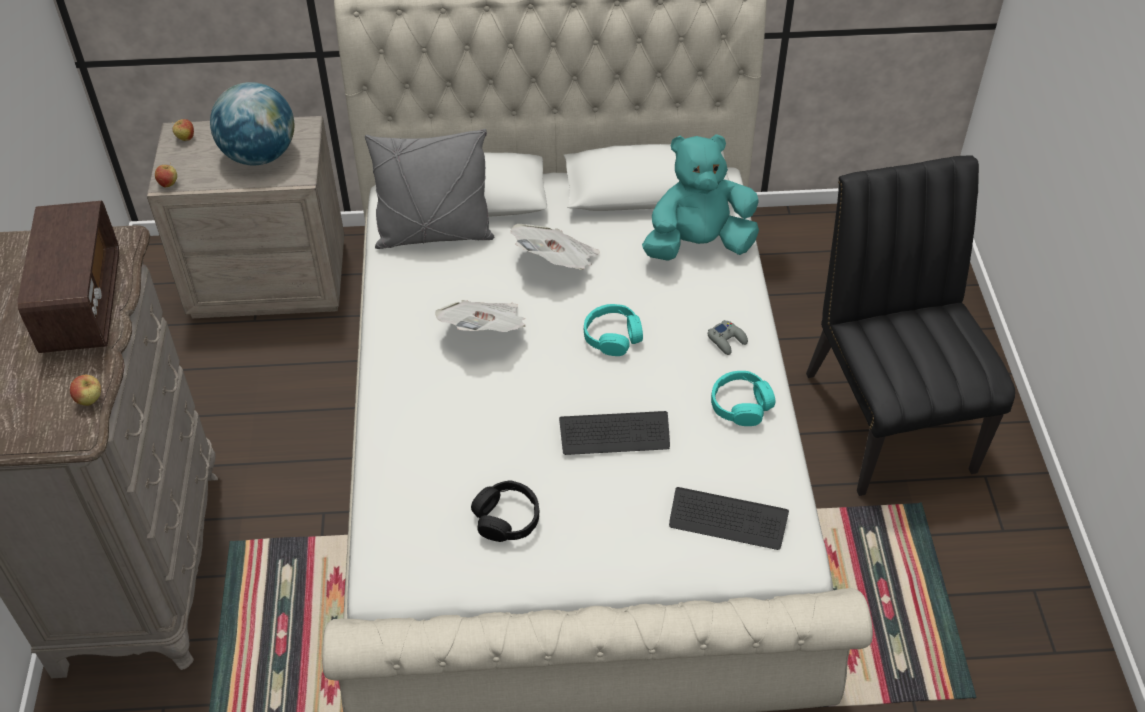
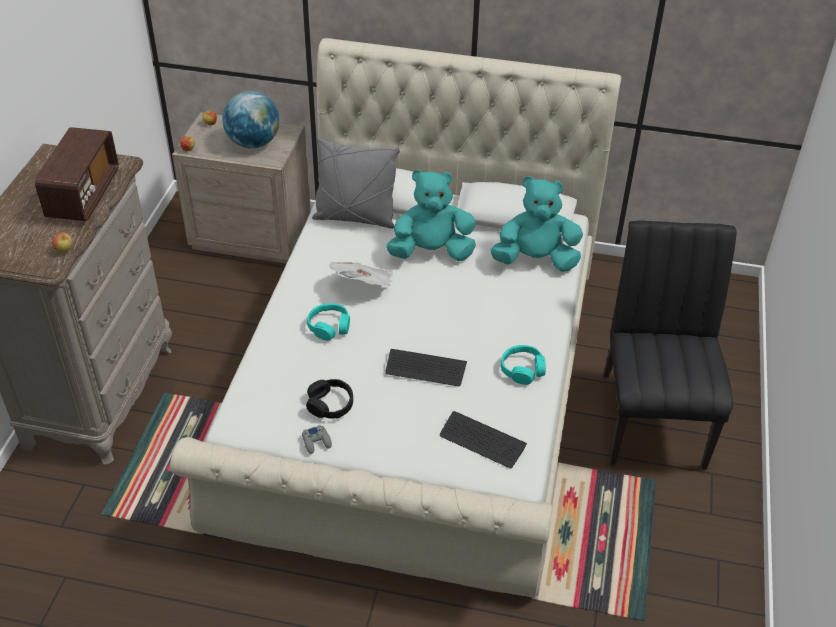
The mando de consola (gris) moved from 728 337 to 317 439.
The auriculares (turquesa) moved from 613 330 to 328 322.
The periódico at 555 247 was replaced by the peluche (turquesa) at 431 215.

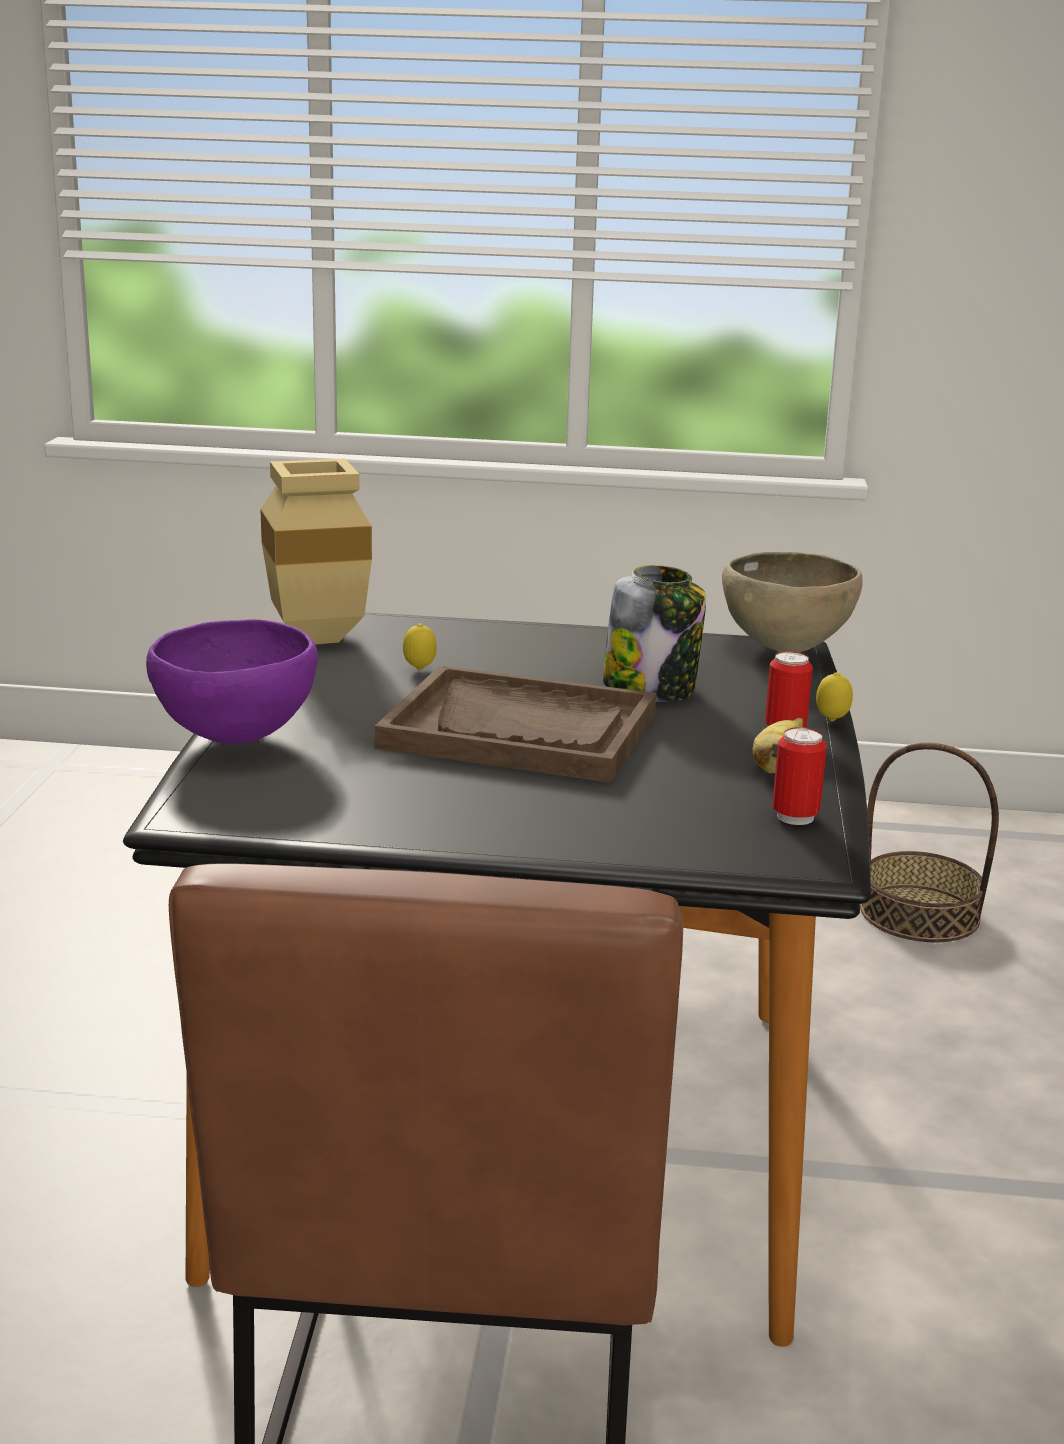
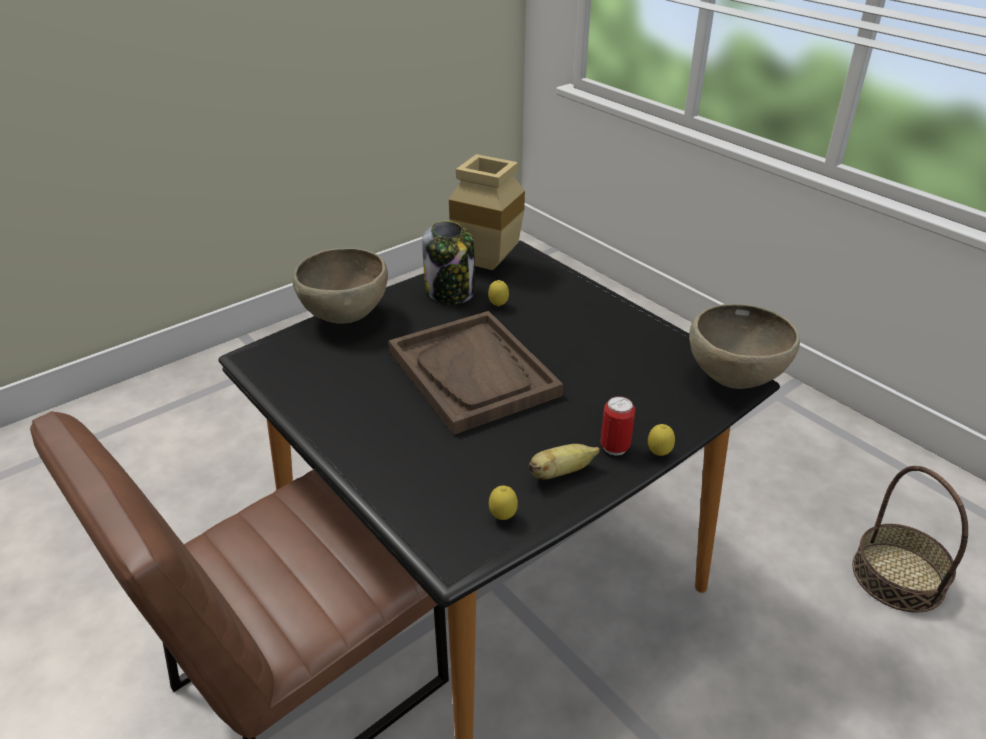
The cuenco (morado) at 232 681 became the cuenco (marrón) at 340 286.
The tarro moved from 654 633 to 448 262.
The lata at 799 776 was replaced by the limón at 503 503.

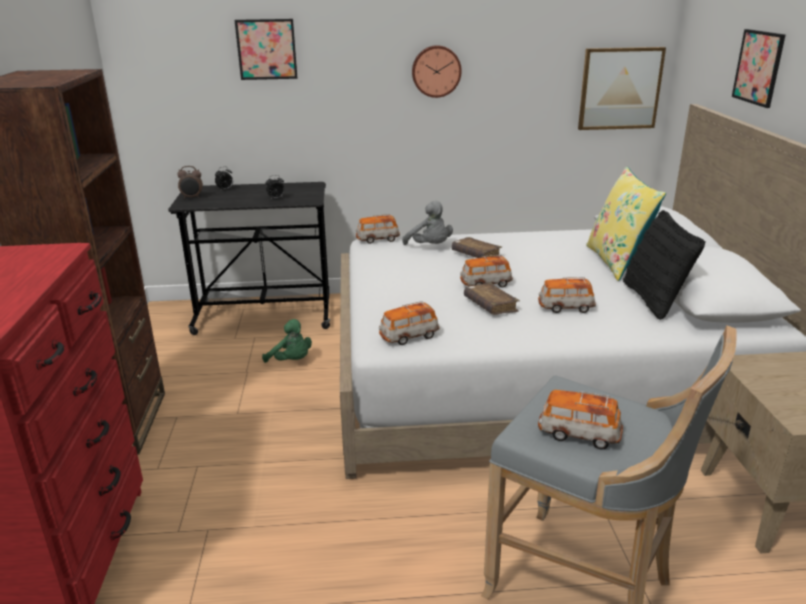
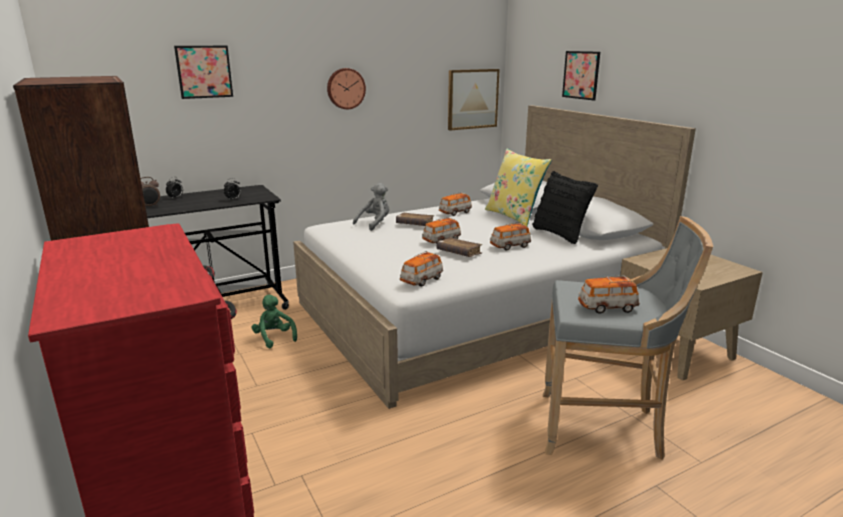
The peluche (verde) at 287 341 turned 135 degrees counterclockwise.
The peluche (gris) at 427 223 turned 75 degrees counterclockwise.
The coche de juguete moved from 378 229 to 455 204.

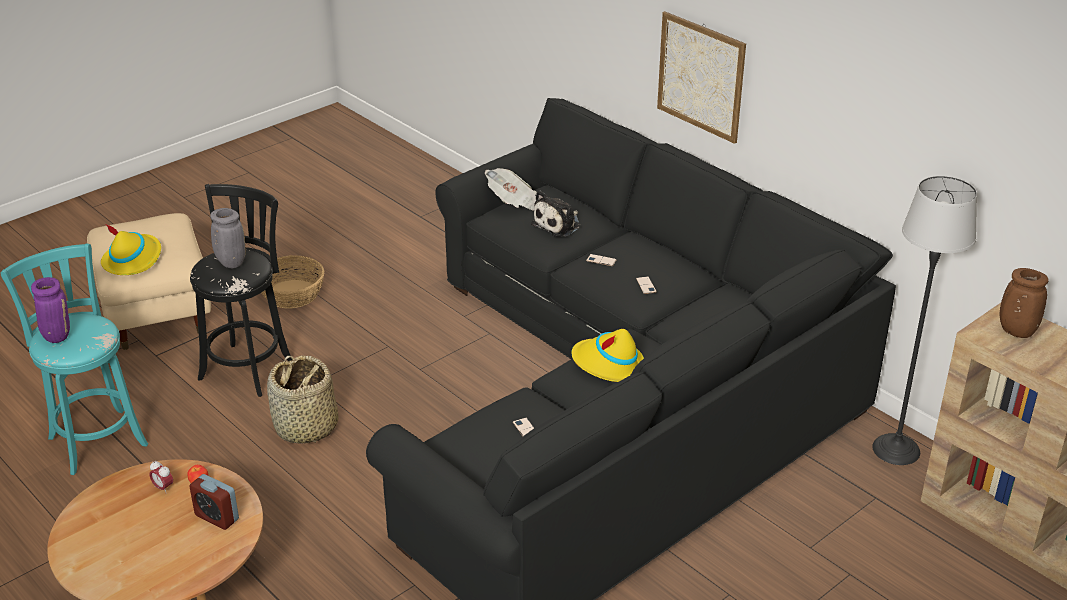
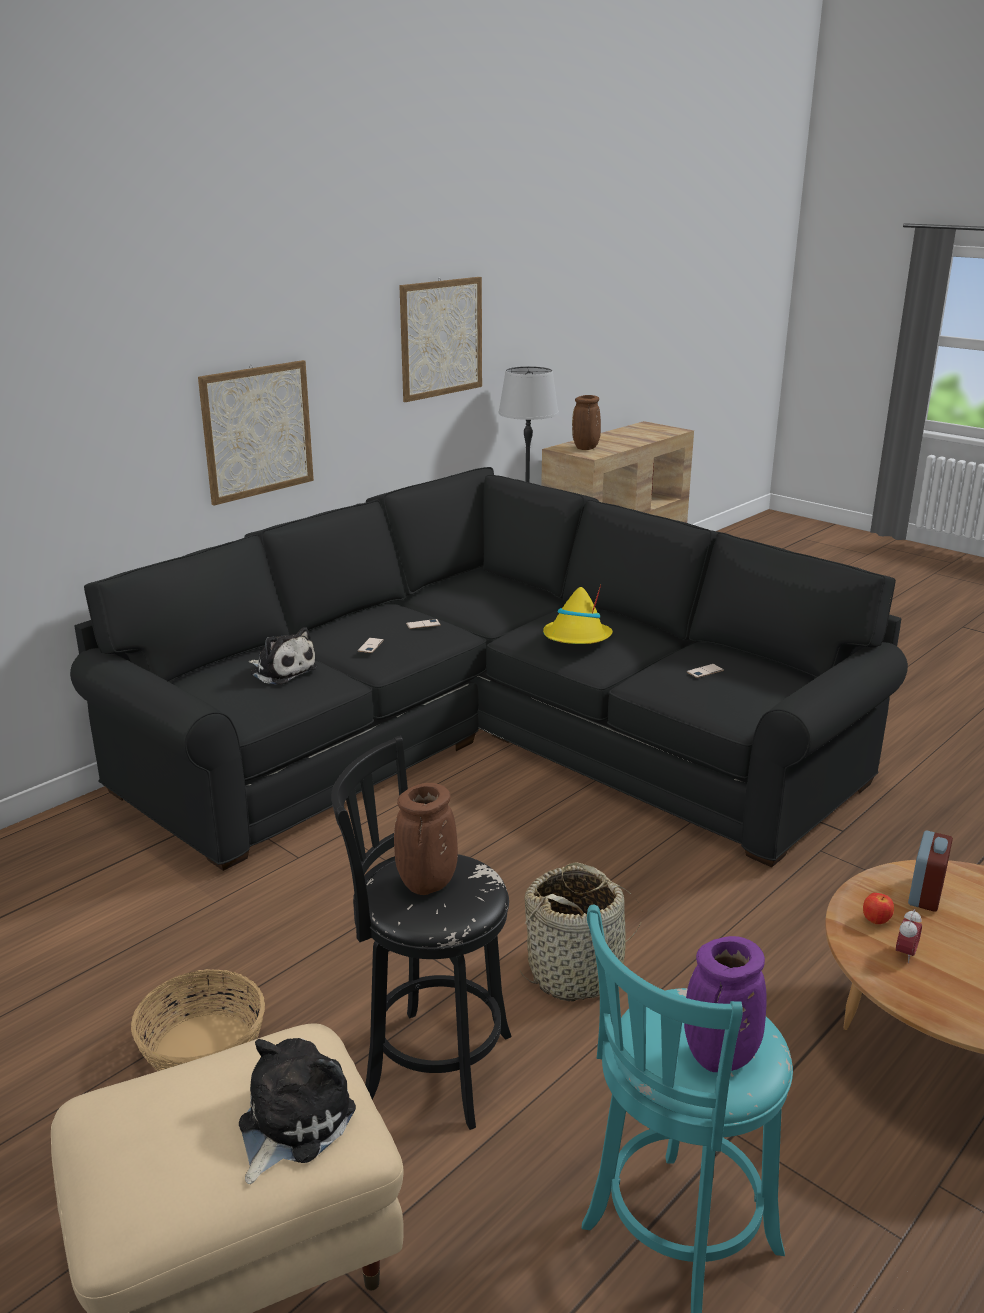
The sombrero (amarillo) at 131 249 was replaced by the peluche at 297 1111.
The florero (gris) at 228 238 became the florero (marrón) at 426 839.
The cuadro at 440 339 appeared.
The periódico at 511 189 disappeared.

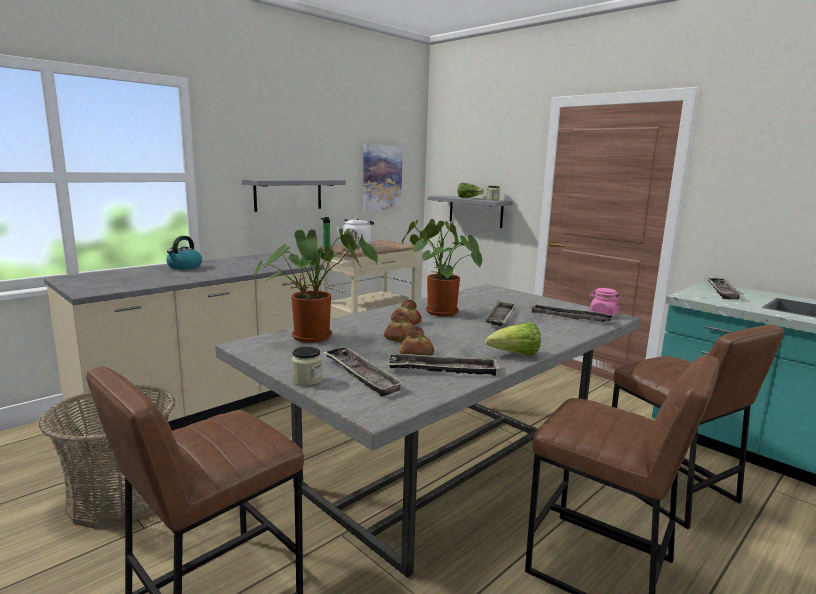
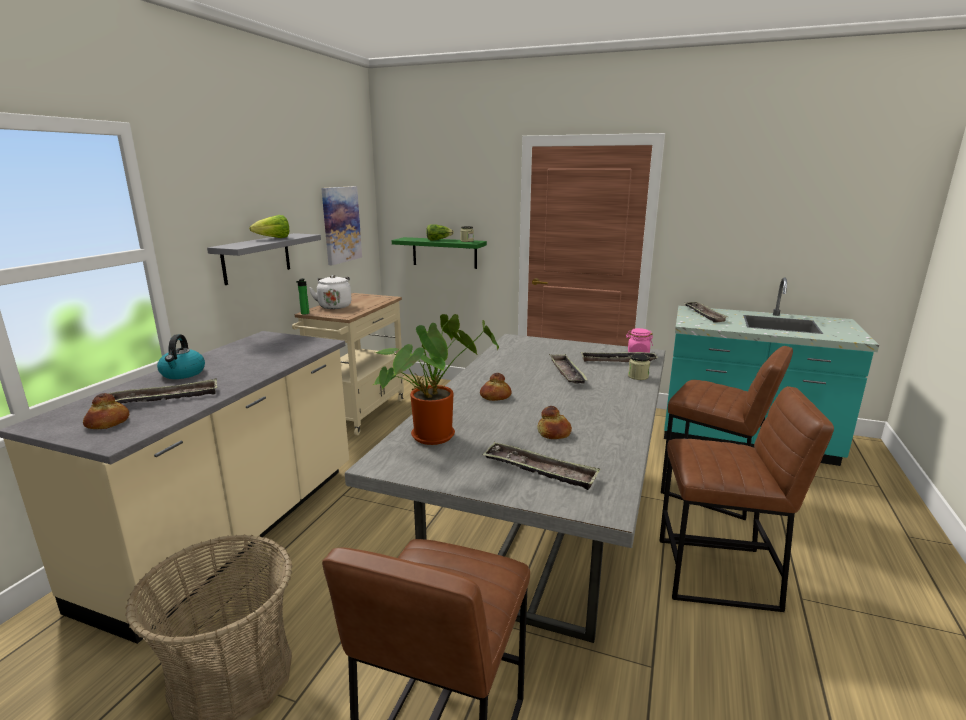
The pan moved from 399 327 to 106 411.
The bandeja moved from 444 365 to 162 391.
The lechuga moved from 513 339 to 269 226.
The estante (gris) at 470 211 became the estante (verde) at 439 253.
The tarro moved from 306 366 to 639 367.
The planta en maceta at 442 267 disappeared.

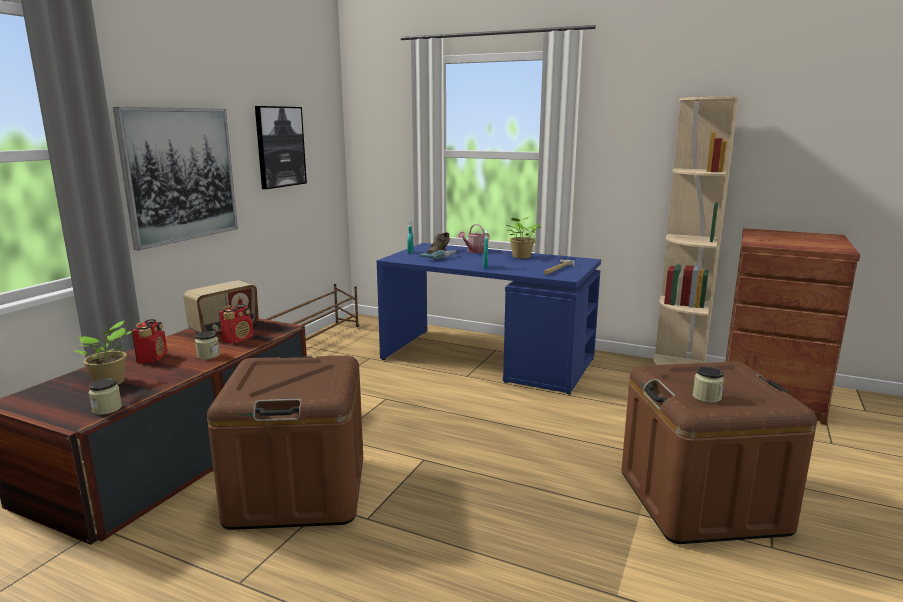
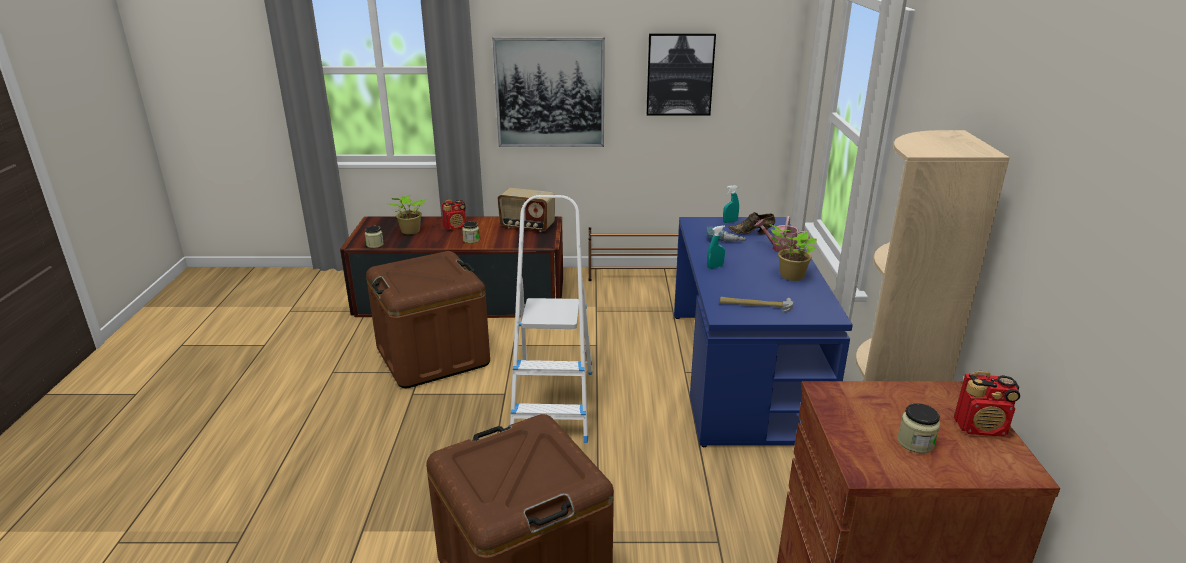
The escalera de tijera (blanco) at 551 319 appeared.
The tarro moved from 708 385 to 918 428.
The radio moved from 236 324 to 987 404.

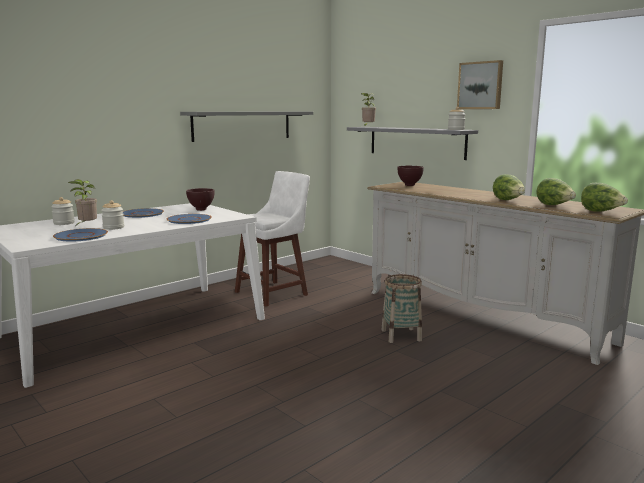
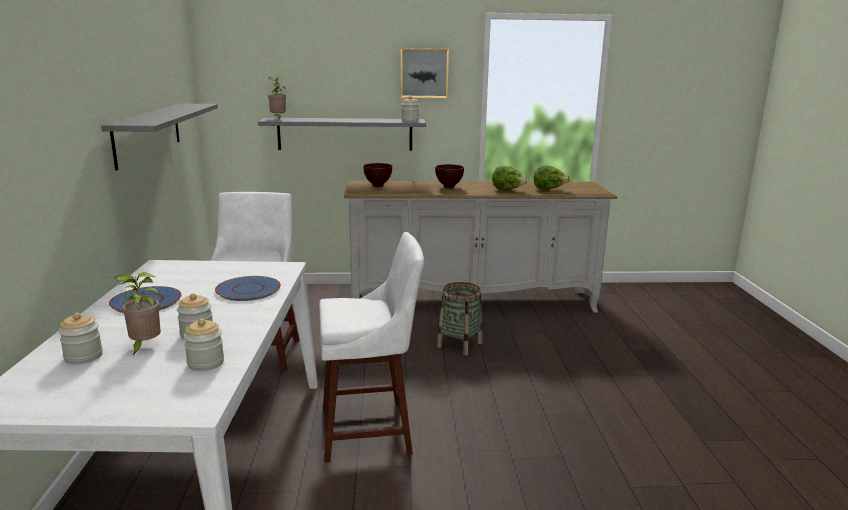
The plato (azul) at 80 235 was replaced by the tarro at 204 345.
The silla (blanco) at 371 347 appeared.
The cuenco (marrón) moved from 200 199 to 449 176.
The lechuga at 604 197 disappeared.

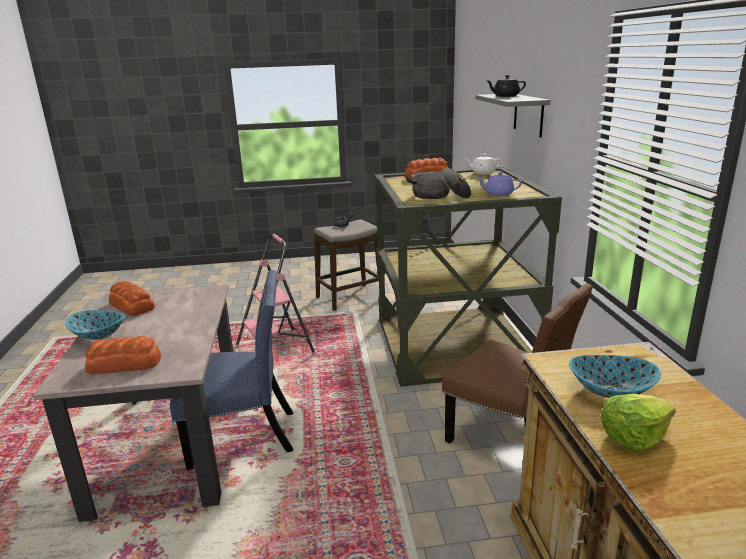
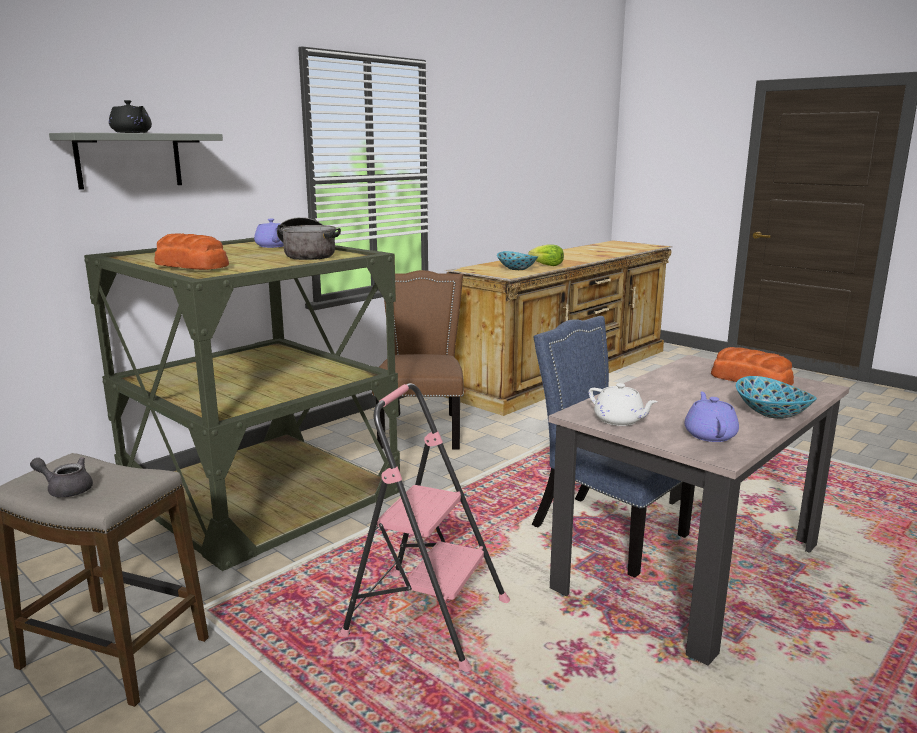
The tetera (blanco) moved from 483 164 to 623 404.
The pan at 132 298 was replaced by the tetera (morado) at 712 416.

